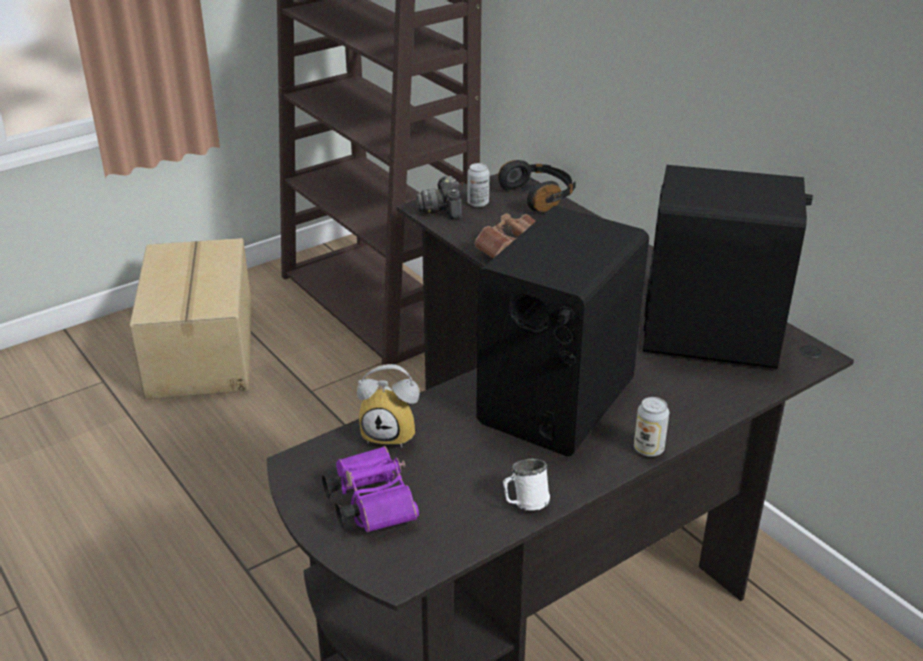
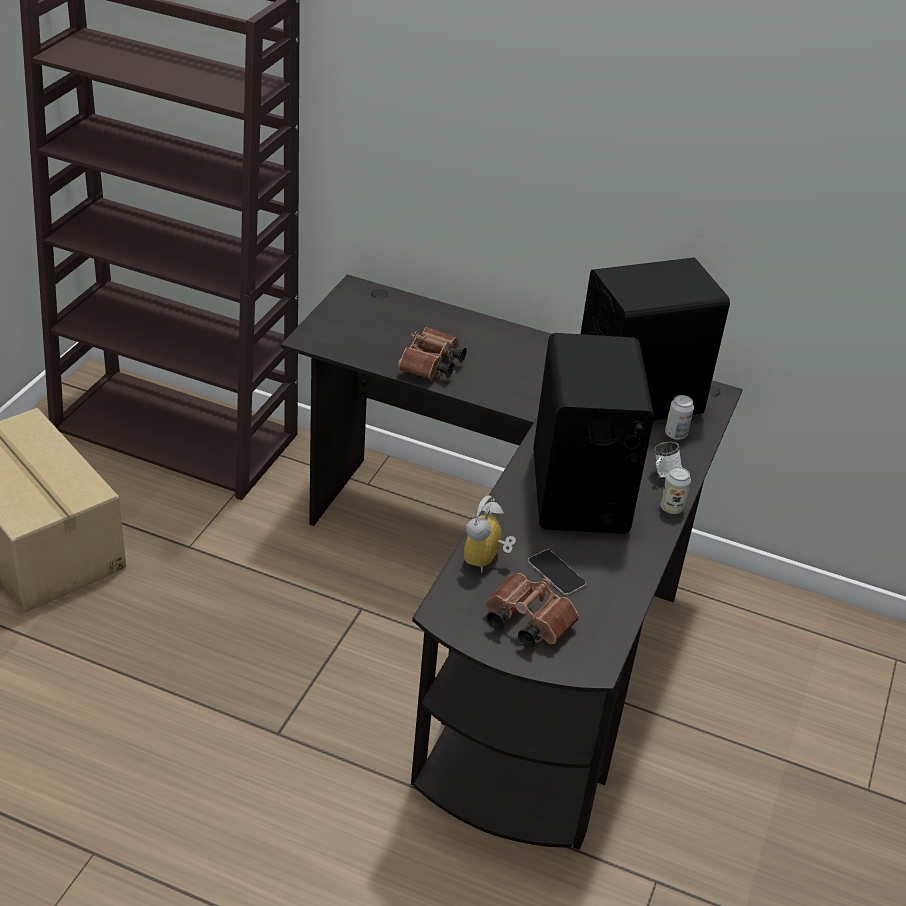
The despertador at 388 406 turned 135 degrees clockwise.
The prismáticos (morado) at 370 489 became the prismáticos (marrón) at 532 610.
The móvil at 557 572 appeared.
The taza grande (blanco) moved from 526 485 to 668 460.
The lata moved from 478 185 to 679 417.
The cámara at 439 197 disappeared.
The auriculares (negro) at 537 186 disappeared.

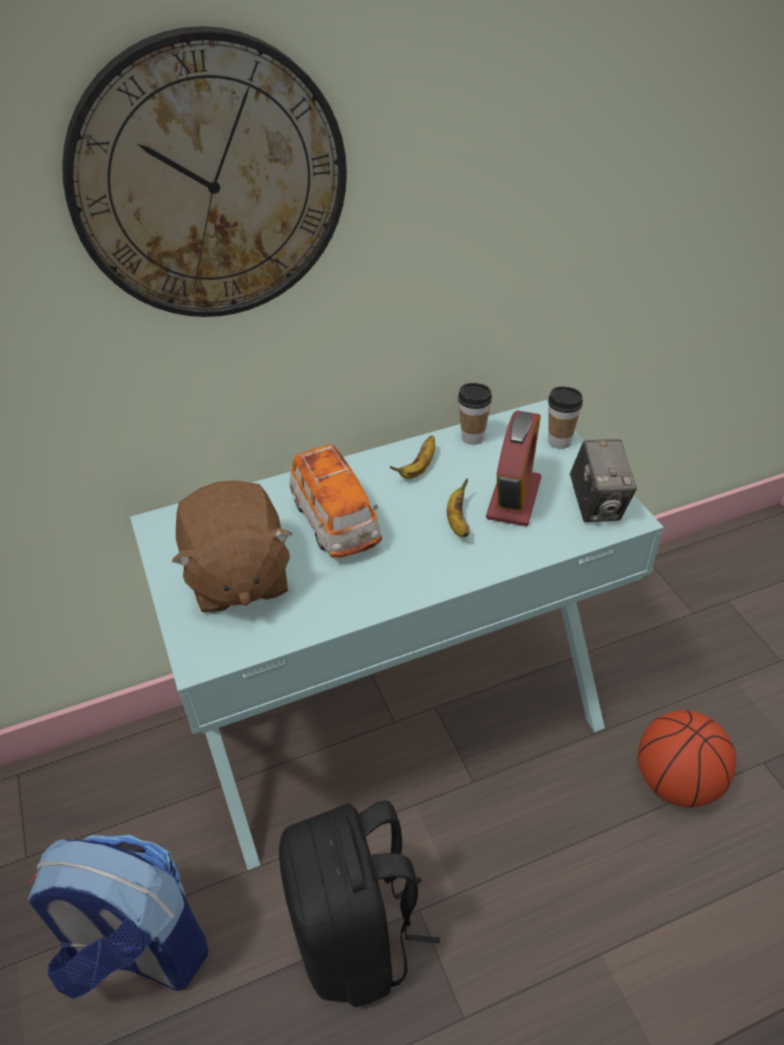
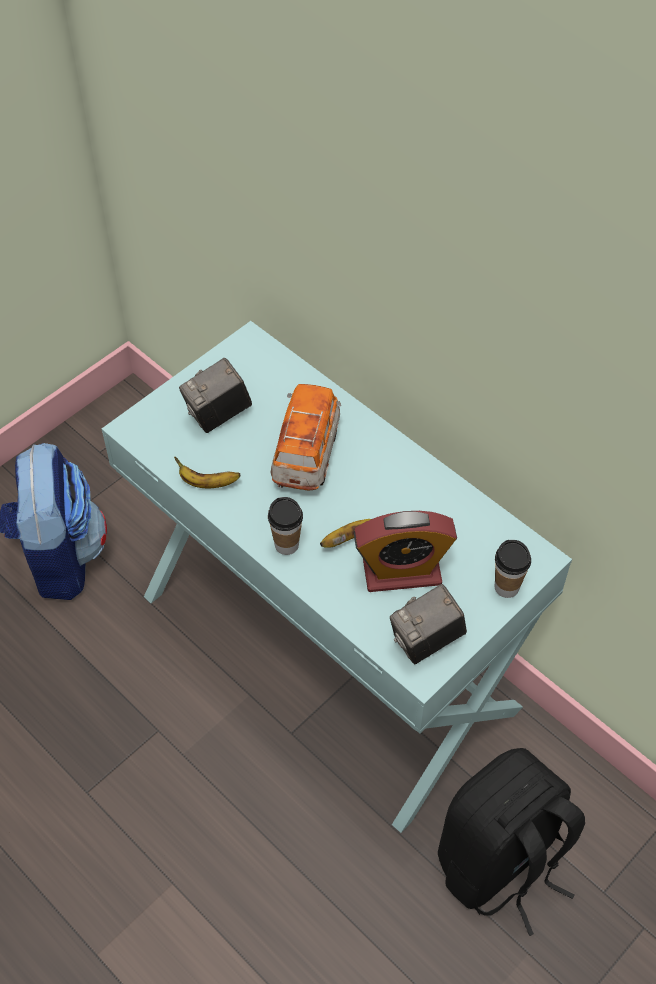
The plátano moved from 412 457 to 207 472.
The peluche (marrón) at 232 546 was replaced by the cámara at 215 395.
The taza moved from 475 414 to 285 526.
The coche de juguete at 336 501 turned 150 degrees clockwise.
The mochila (negro) moved from 359 903 to 511 842.
The reloj de pared at 204 171 disappeared.
The balón de baloncesto at 687 759 disappeared.

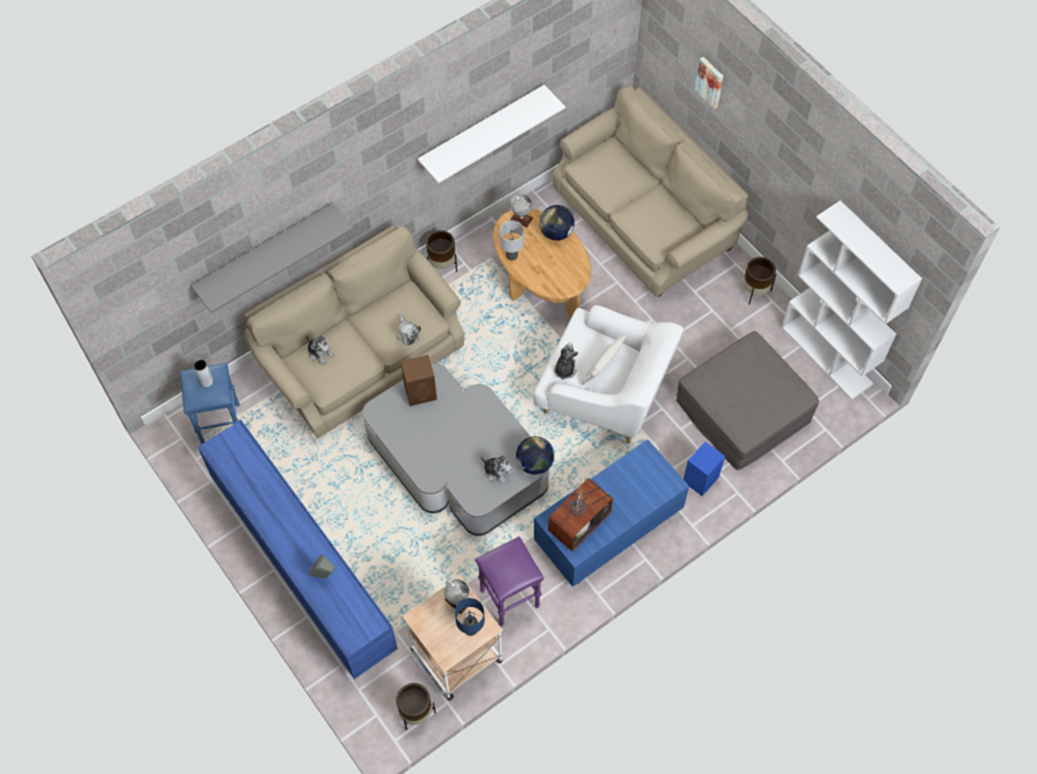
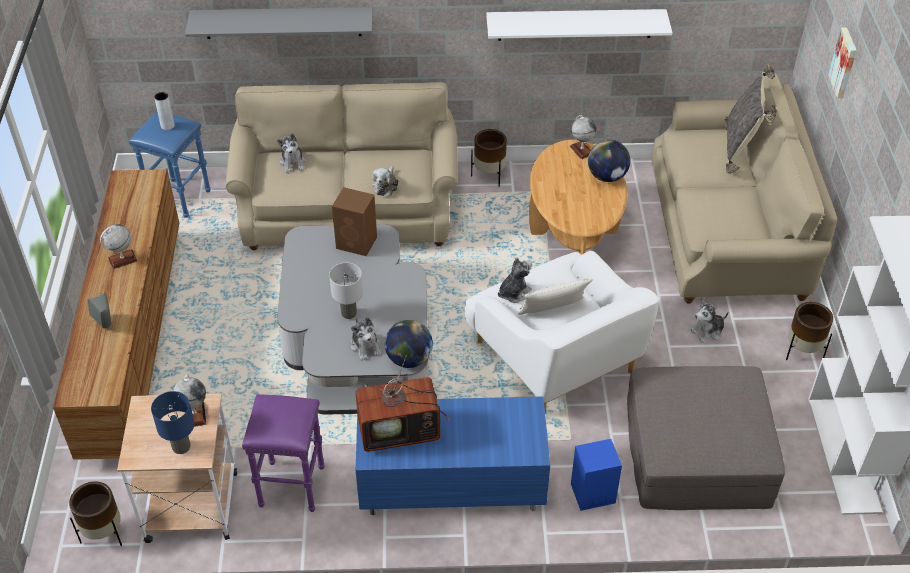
The armario (azul) at 298 549 became the armario (marrón) at 116 314.
The globo terráqueo at 119 246 appeared.
The lámpara de mesa (blanco) moved from 511 240 to 346 291.
The peluche at 709 321 appeared.
The cojín at 751 119 appeared.

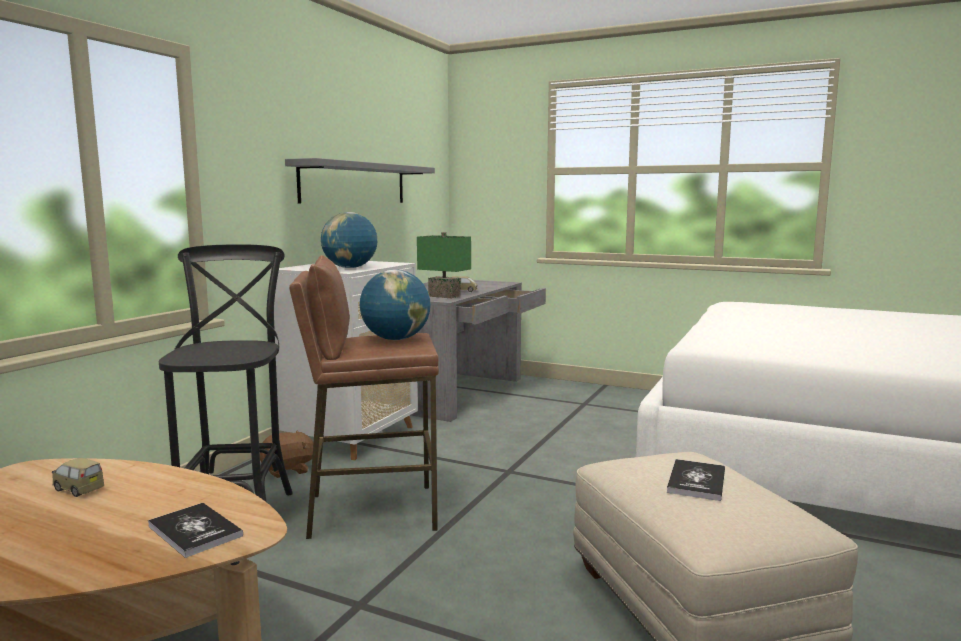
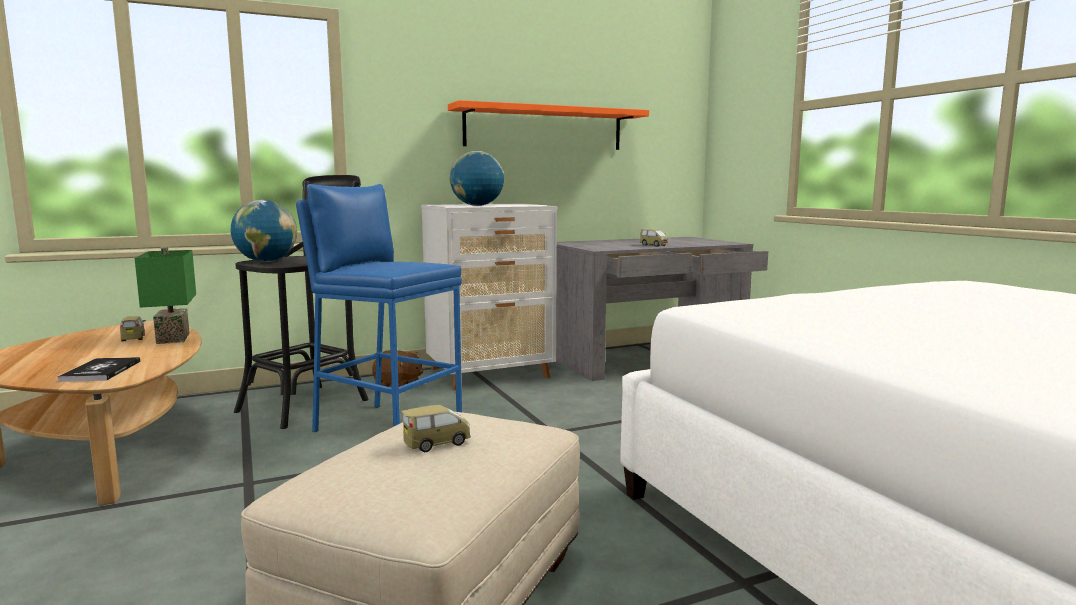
The lámpara de mesa (verde) moved from 444 265 to 165 295.
The globo terráqueo moved from 395 305 to 264 231.
The taburete (marrón) at 364 397 became the taburete (azul) at 379 308.
The libro at 696 480 was replaced by the coche de juguete at 436 429.
The estante (gris) at 360 181 became the estante (naranja) at 548 125.

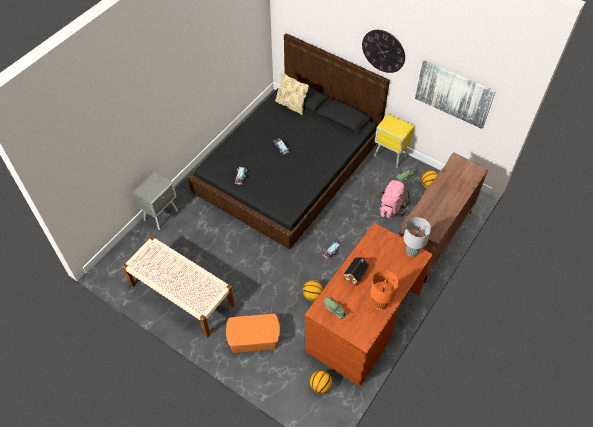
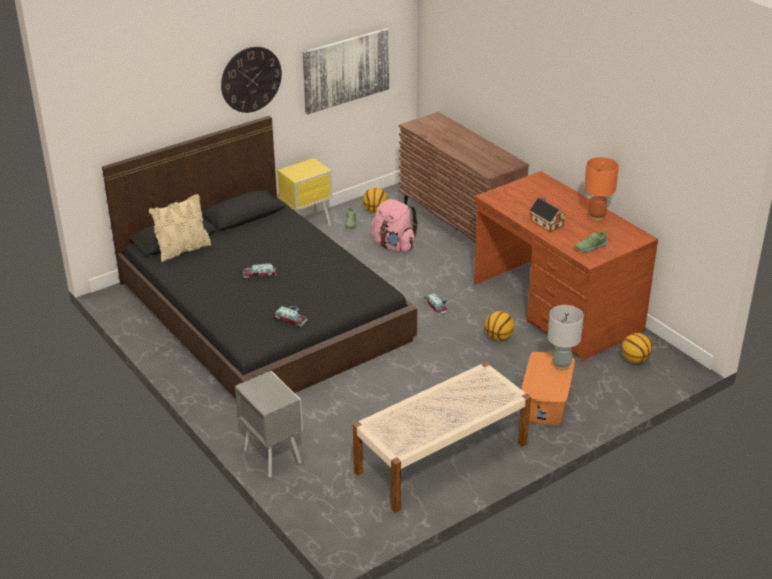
The lámpara de mesa (gris) moved from 417 237 to 566 337.

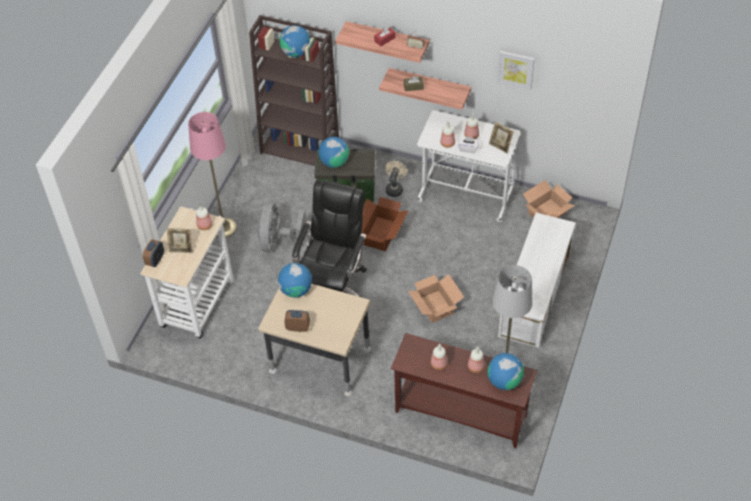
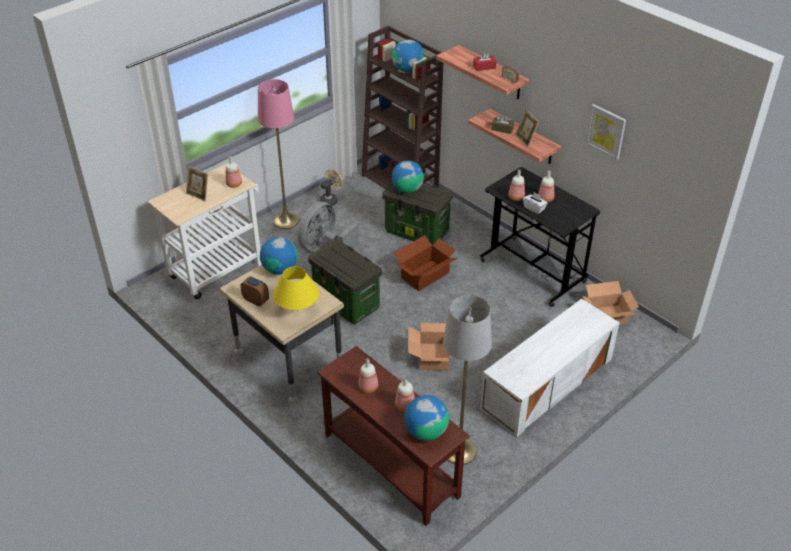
The lámpara de mesa (amarillo) at 296 289 appeared.
The silla de oficina (negro) at 329 238 was replaced by the caja de almacenaje at 345 282.
The ventilador (beis) moved from 396 179 to 331 187.
The escritorio (blanco) at 469 166 became the escritorio (negro) at 540 237.
The portarretratos moved from 501 137 to 527 128.
The despertador at 153 253 disappeared.

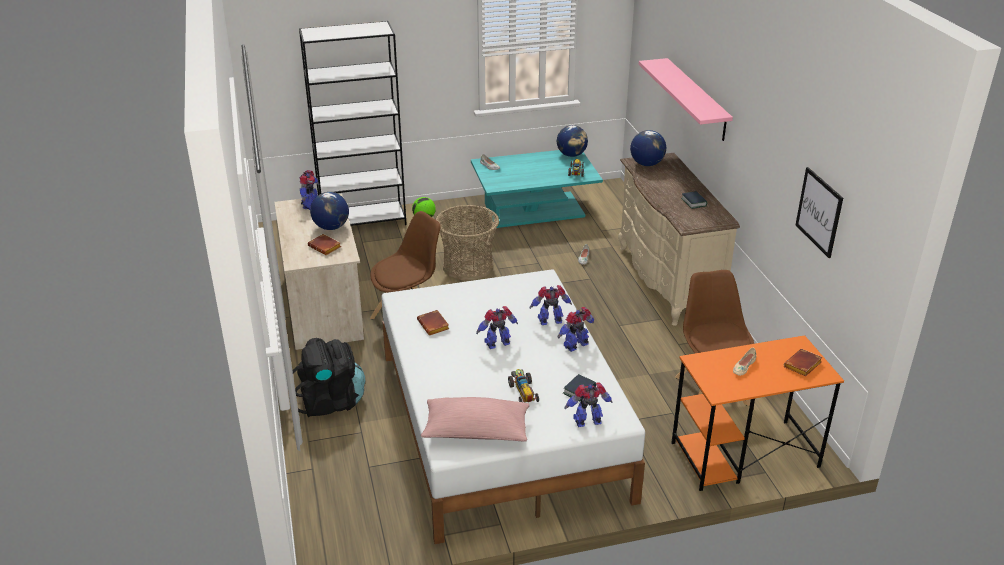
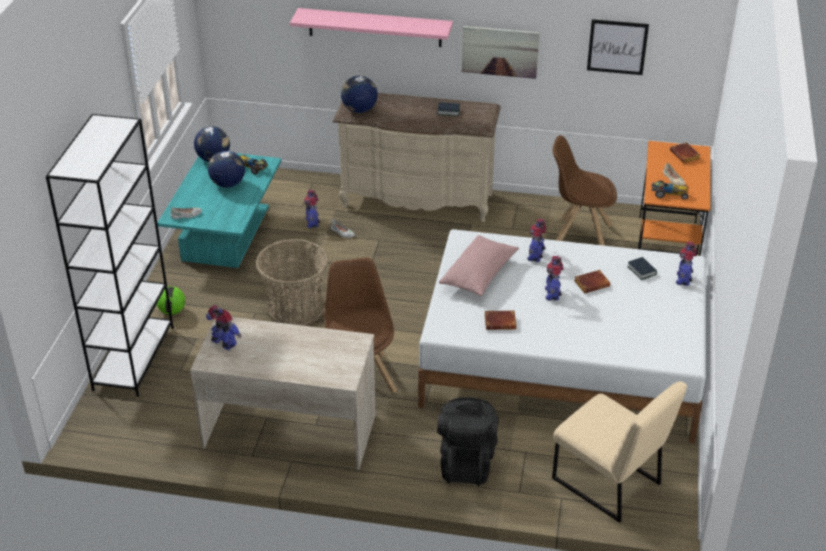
The globo terráqueo moved from 329 211 to 226 169.
The robot de juguete moved from 576 329 to 312 209.
The cojín (rosa) moved from 475 419 to 479 265.
The cuadro at 500 52 appeared.
The silla (beis) at 619 452 appeared.
The libro (marrón) moved from 324 244 to 592 281.
The coche de juguete moved from 523 385 to 670 190.

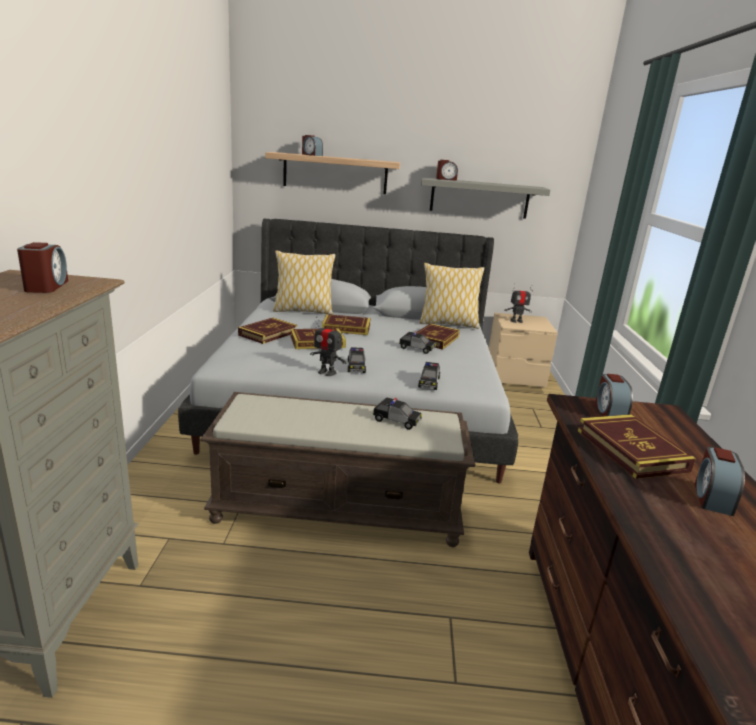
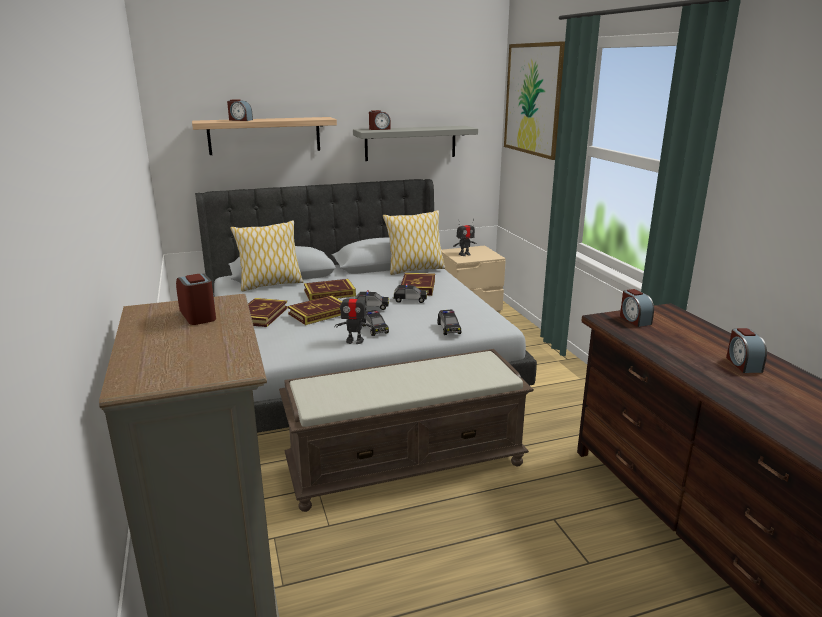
The coche de juguete moved from 397 414 to 372 300.
The cuadro at 534 100 appeared.
The libro at 637 446 disappeared.

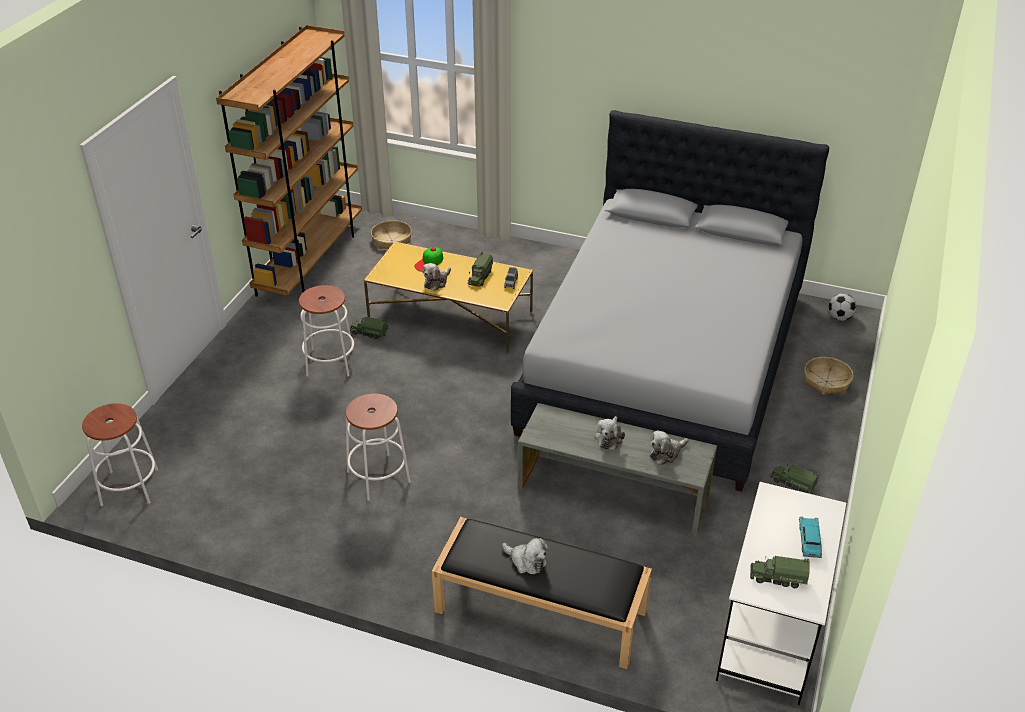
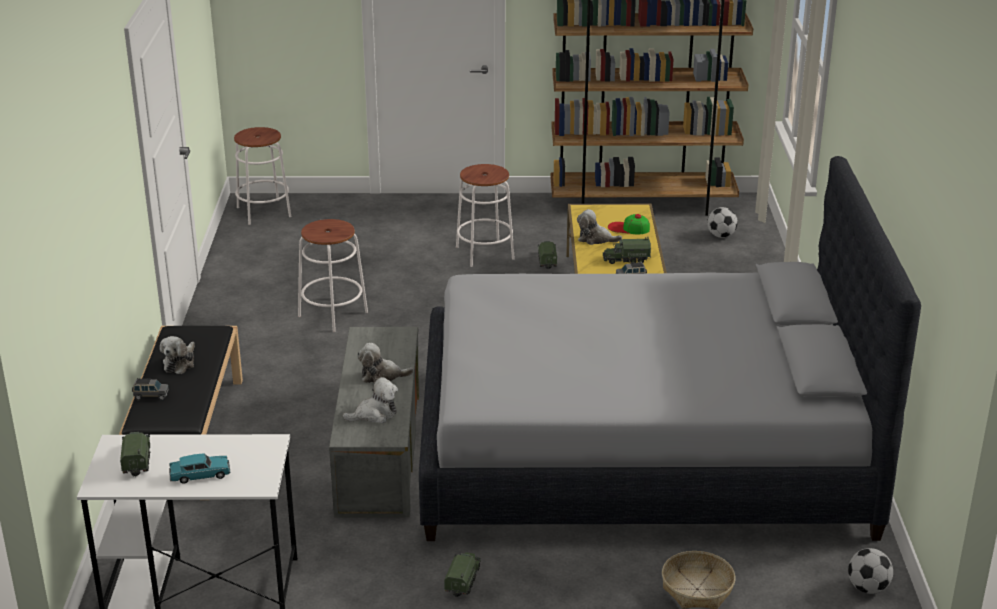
The coche de juguete (gris) at 150 389 appeared.
The peluche at 669 447 turned 120 degrees clockwise.
The cesta at 391 234 was replaced by the balón de fútbol at 722 222.

